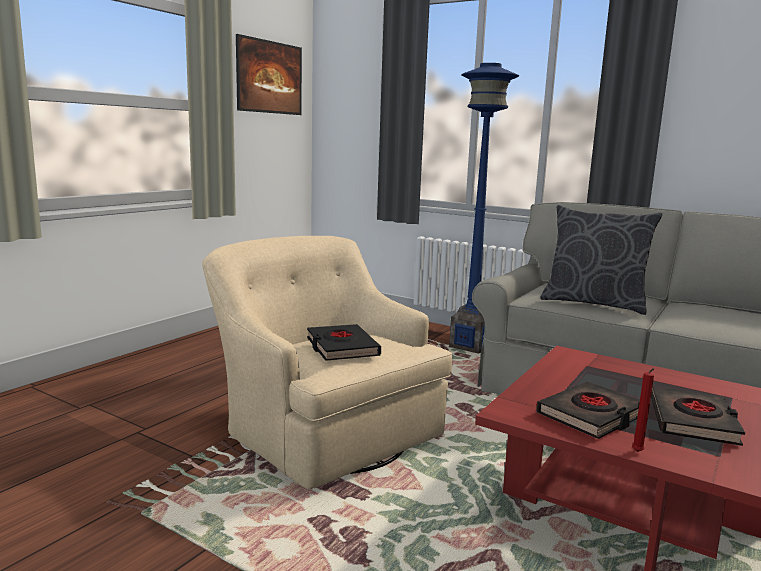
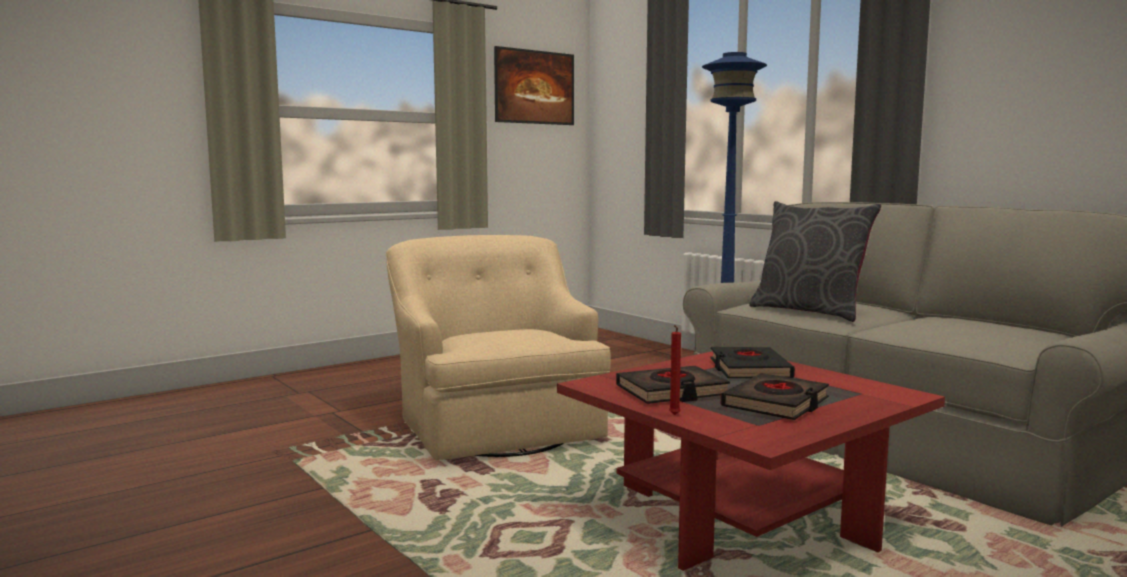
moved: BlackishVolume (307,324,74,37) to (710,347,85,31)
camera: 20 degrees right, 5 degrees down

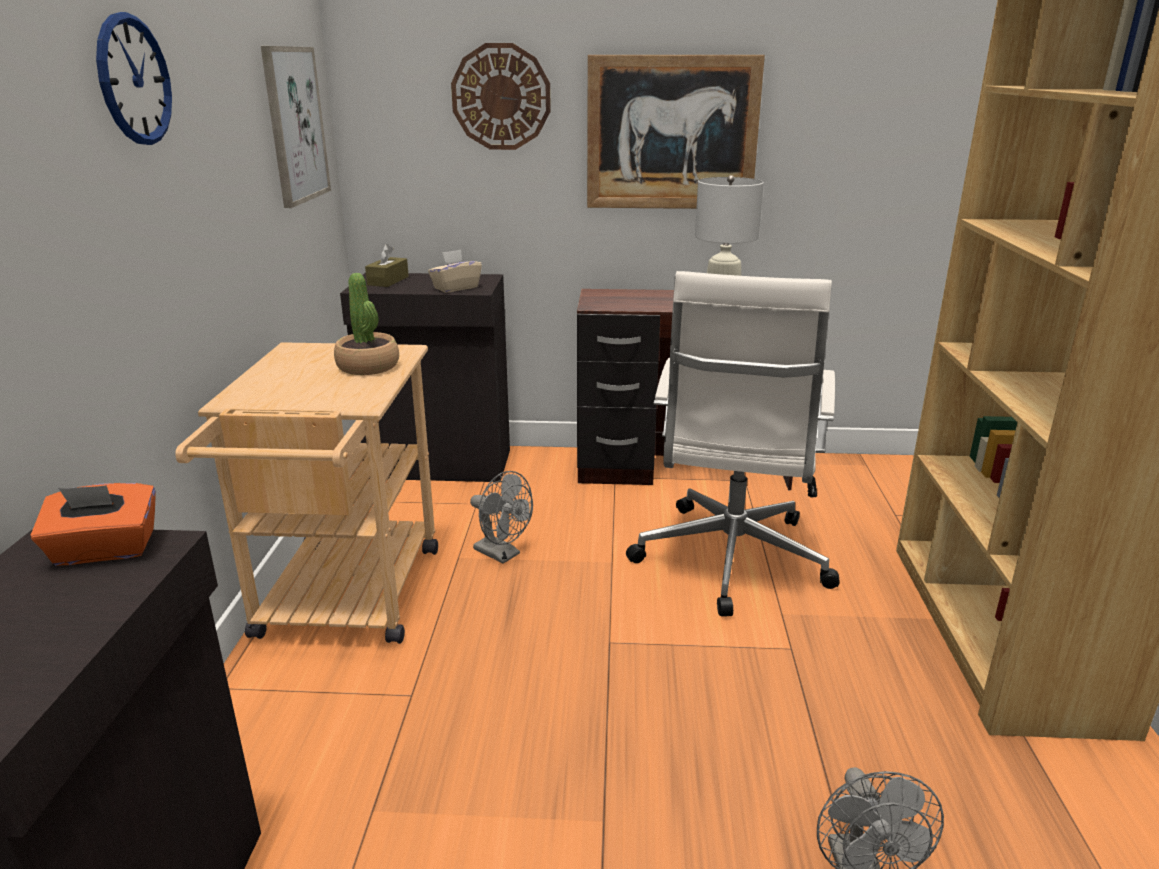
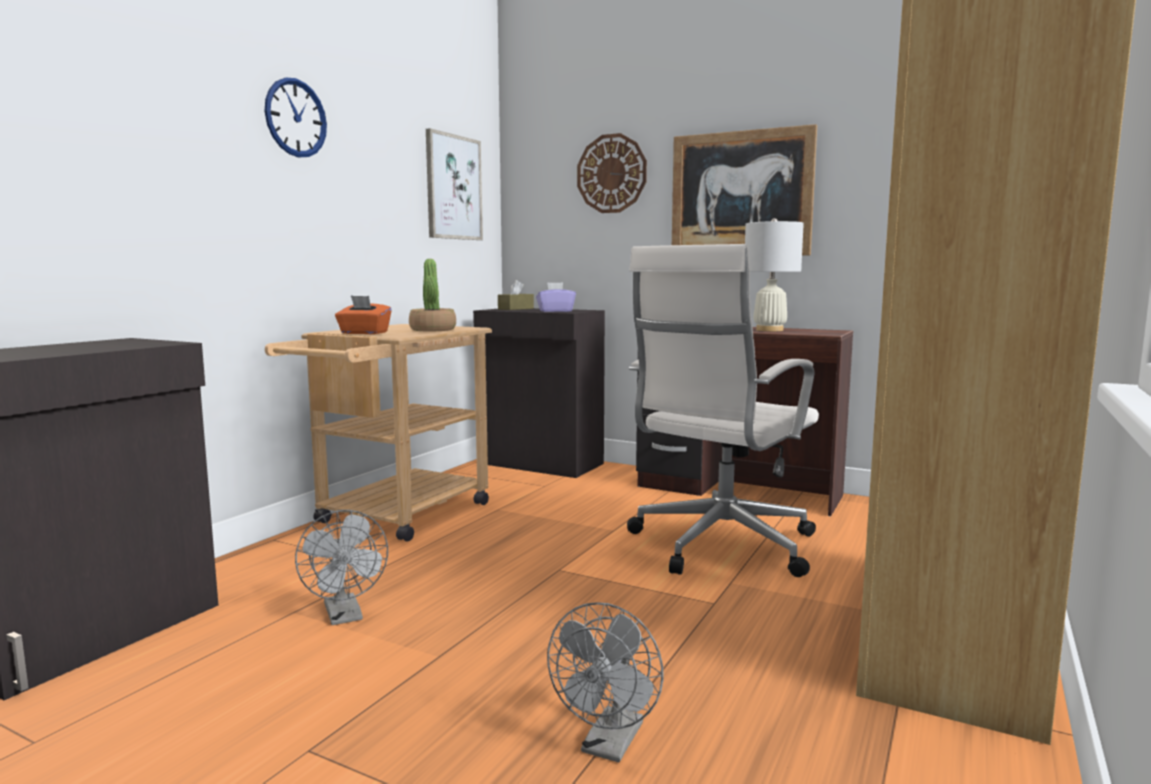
moved: GreyFan (470,471,63,93) to (295,510,93,115); OrangeColouredBoxOfTissues (31,483,125,83) to (335,295,57,39)
recoloured: SandColouredBoxOfTissues (428,249,54,44) to PurpleColouredBoxOfTissues (536,282,40,30)
camera: 25 degrees right, 15 degrees down

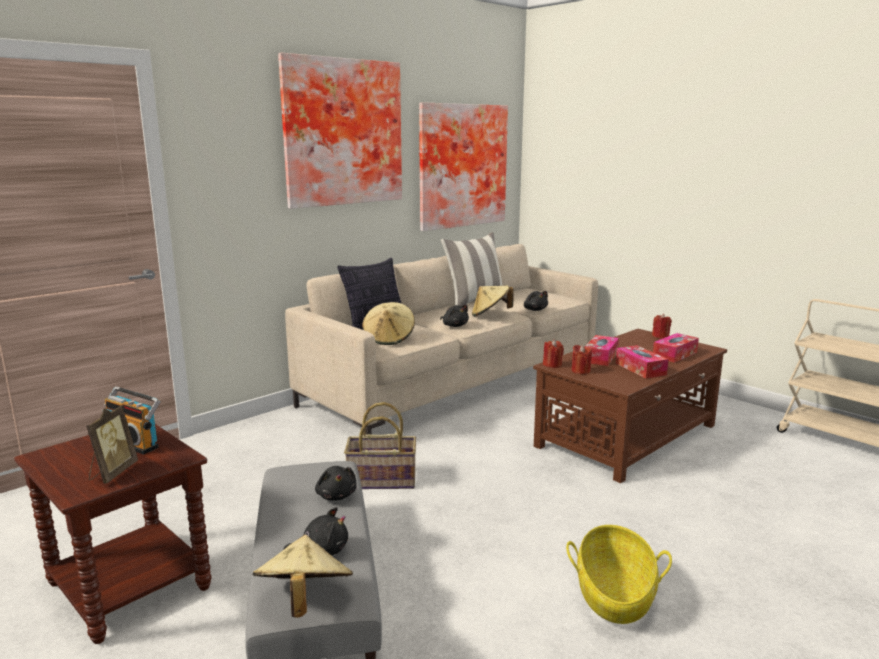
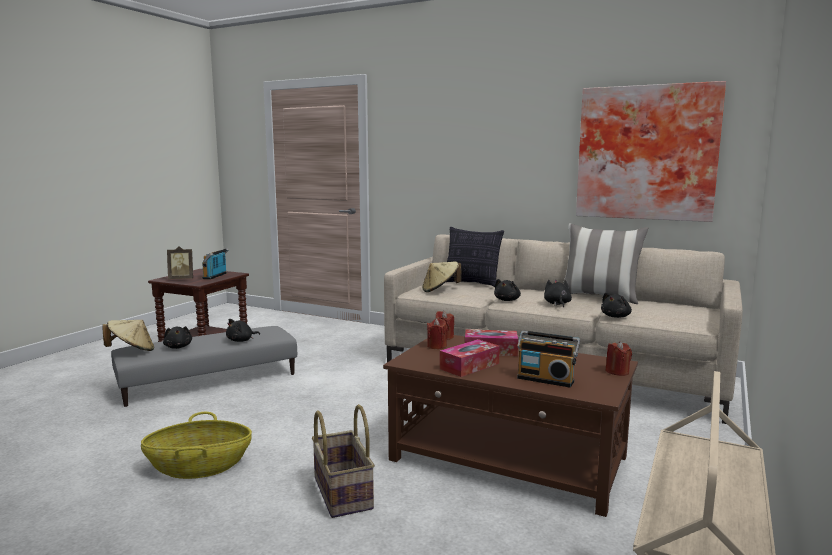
removed: WallArt (278,53,124,156)
moved: StorageBasket (344,402,72,87) to (312,404,63,114)
replaced: SandColouredClothingHat (472,285,41,31) to BlackishCuddlyToy (544,280,28,27); BoxOfTissues (653,333,46,30) to Radio (517,330,63,58)
camera: 70 degrees right, 5 degrees down

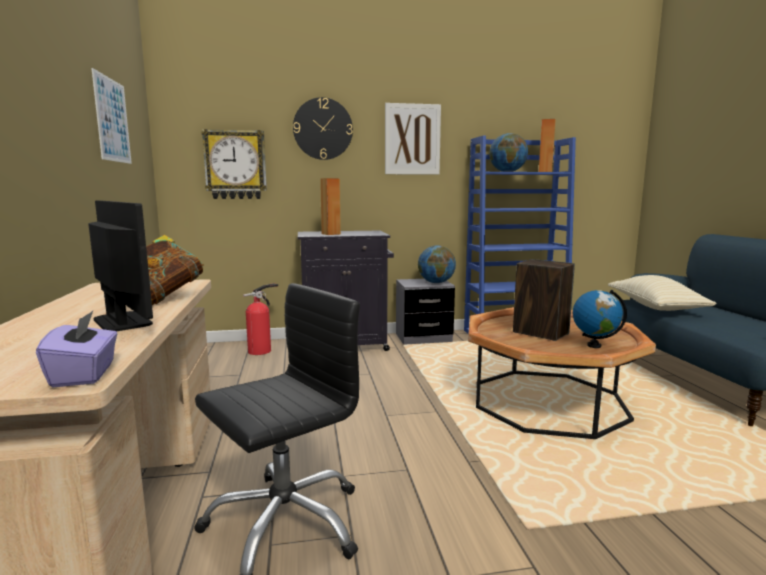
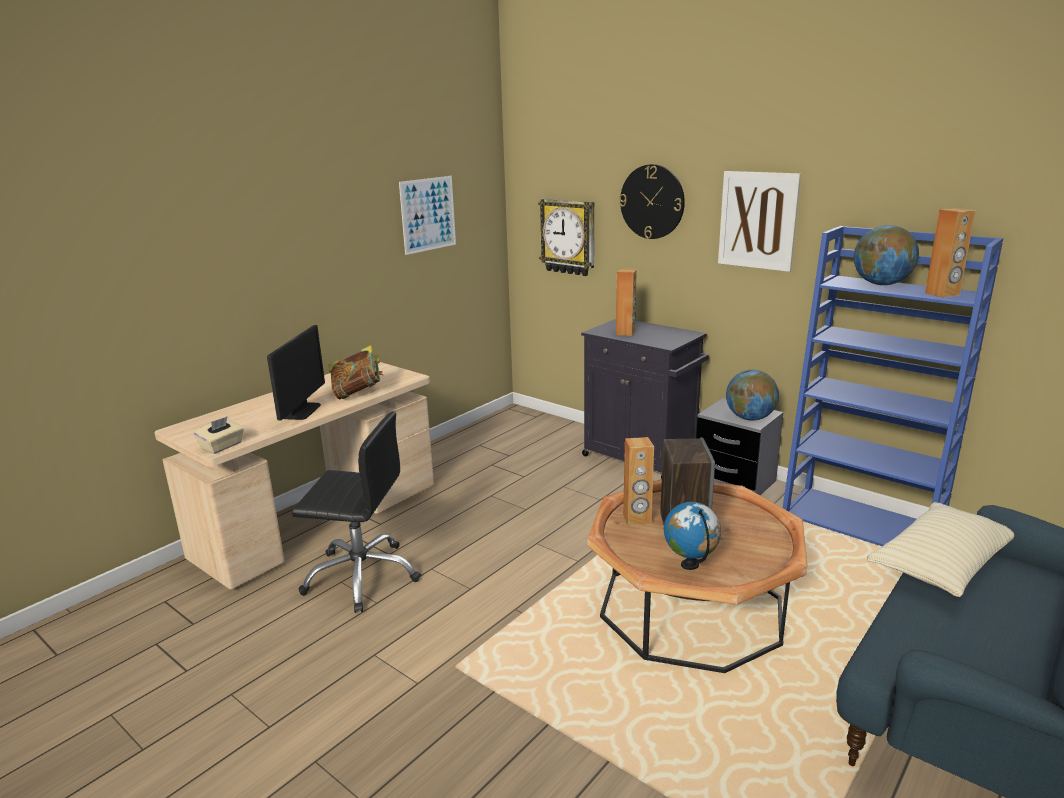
removed: FireExtinguisher (243,283,35,72)
added: BrownLoudspeaker (623,437,31,89)
recoloured: PurpleColouredBoxOfTissues (36,311,81,76) to SandColouredBoxOfTissues (194,416,50,38)
camera: 50 degrees right, 10 degrees up

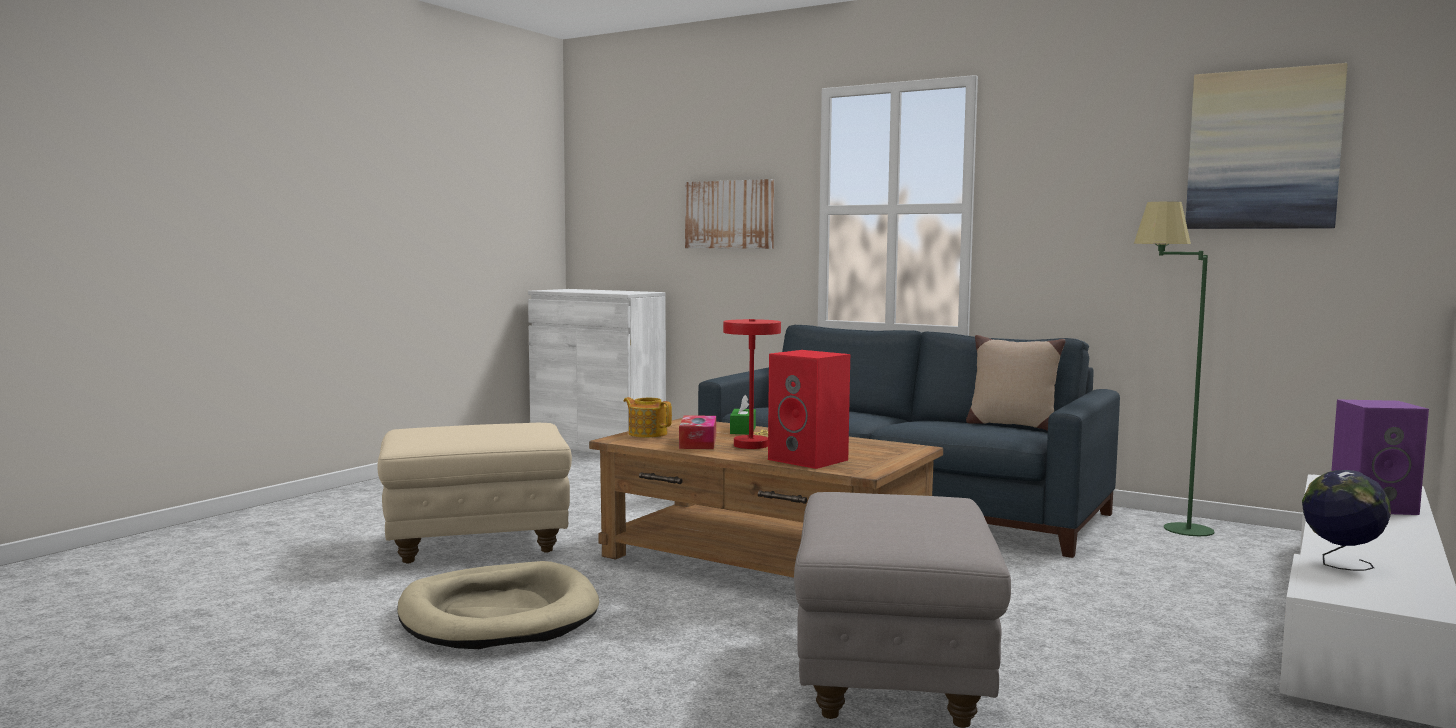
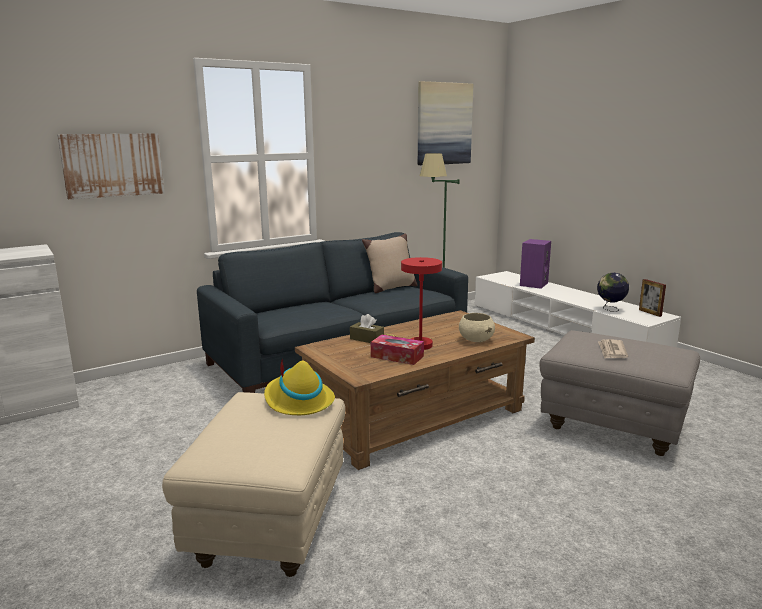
removed: Teapot (624,397,48,41); SandColouredPetBed (397,561,202,88)
added: StandingFrame (639,279,27,38); PrintedPaper (598,339,30,19); YellowColouredClothingHat (264,358,71,57)
replaced: RedLoudspeaker (768,350,82,119) to SandColouredDeepDish (459,313,36,29)
recoloured: GreenColouredBoxOfTissues (730,395,26,39) to BrownBoxOfTissues (350,314,34,29)
camera: 65 degrees left, 10 degrees up

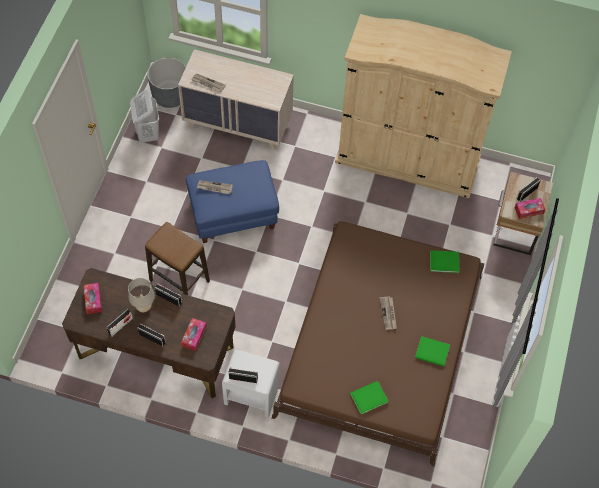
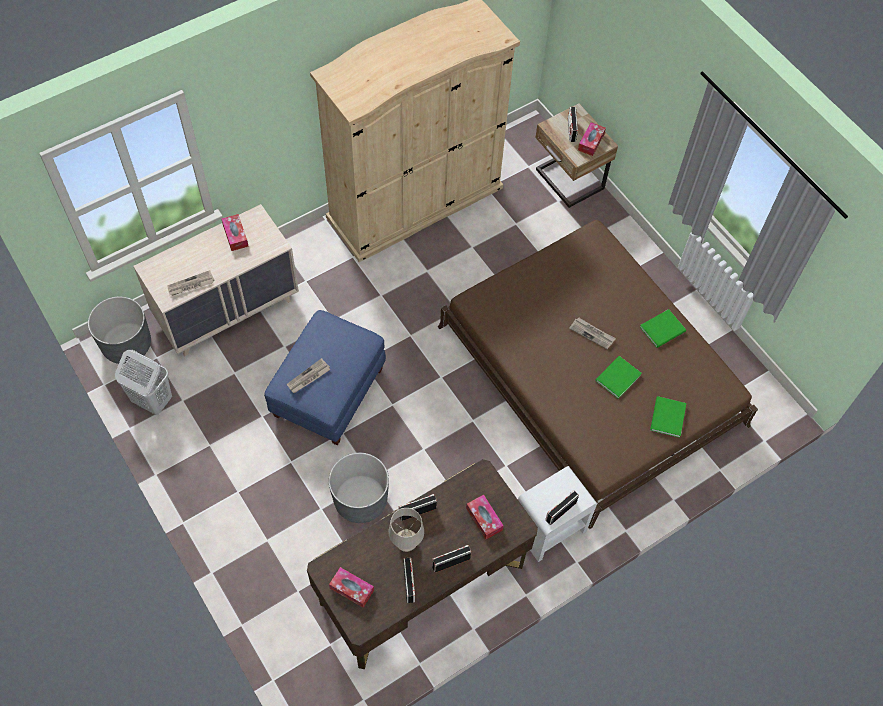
added: BoxOfTissues (222,214,27,37)
moved: GreenColouredVolume (430,250,29,23) to (595,356,47,43)
replaced: SittingStool (145,222,65,73) to GreyPlanter (329,453,60,70)
camera: 50 degrees left, 0 degrees up

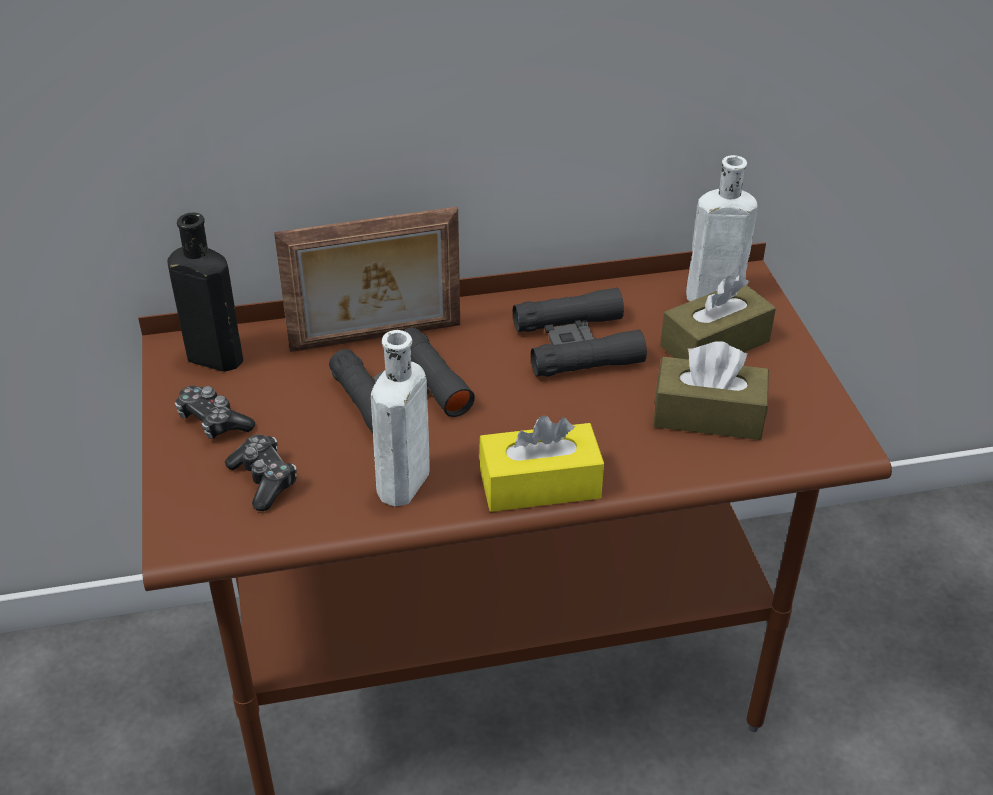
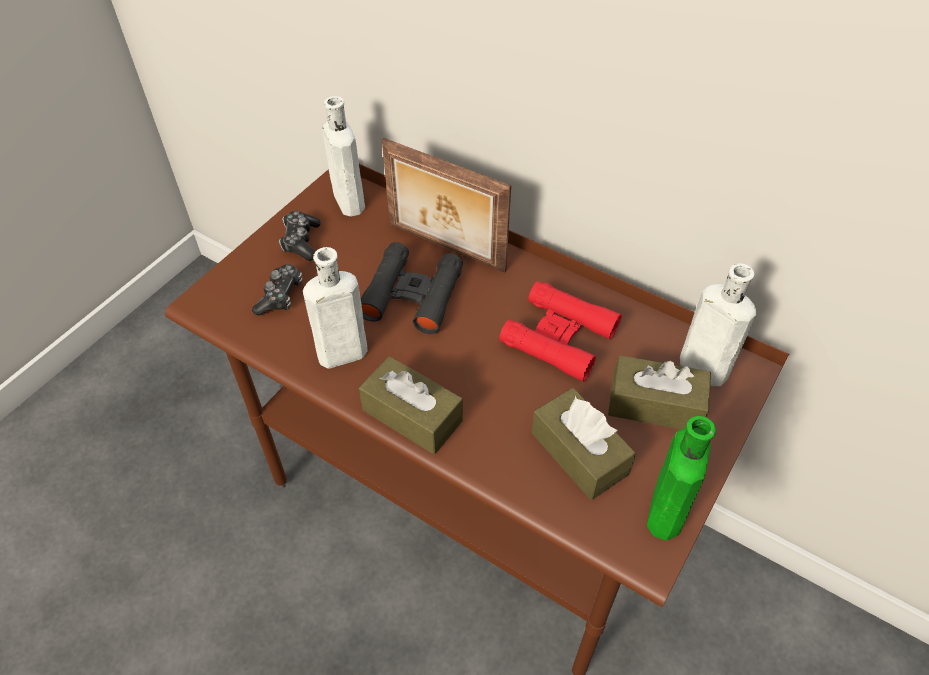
added: GreenColouredBottle (647,416,69,125)
recoloured: BlackishBottle (167,213,76,159) to WhitishBottle (322,96,43,121); BlackishFieldGlasses (513,288,134,88) to RedFieldGlasses (499,281,123,101); YellowColouredBoxOfTissues (479,415,125,97) to BrownBoxOfTissues (359,356,104,98)
camera: 45 degrees right, 10 degrees up

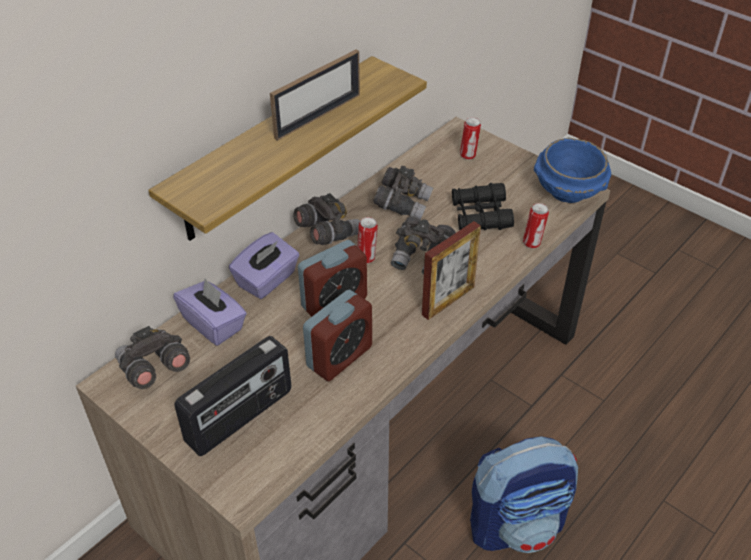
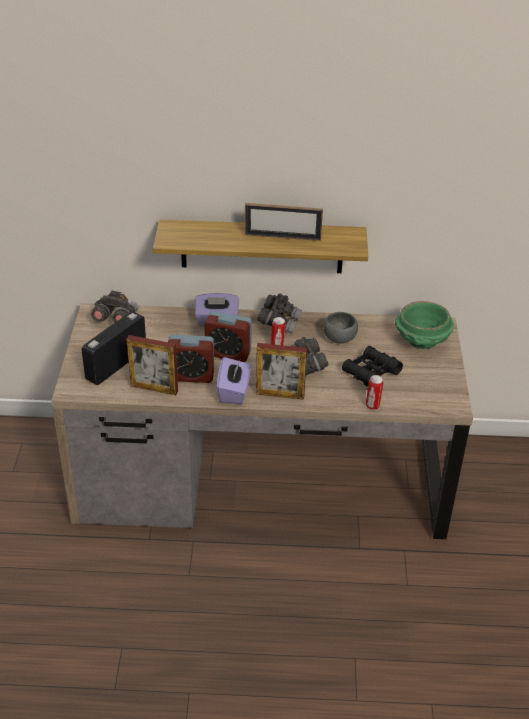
removed: BlueColouredDeepDish (534,138,77,65); Rucksack (470,436,108,117)
added: StandingFrame (127,335,51,60)
moved: PurpleColouredBoxOfTissues (173,278,74,68) to (217,357,34,47)
replaced: Can (460,117,21,43) to GreenColouredDeepDish (395,301,59,48); GreyFieldGlasses (373,166,60,54) to GreyDeepDish (324,312,34,31)
turned: Radio (174,336,117,120) = (82,311,64,74) 120 degrees clockwise
camera: 50 degrees right, 5 degrees down

